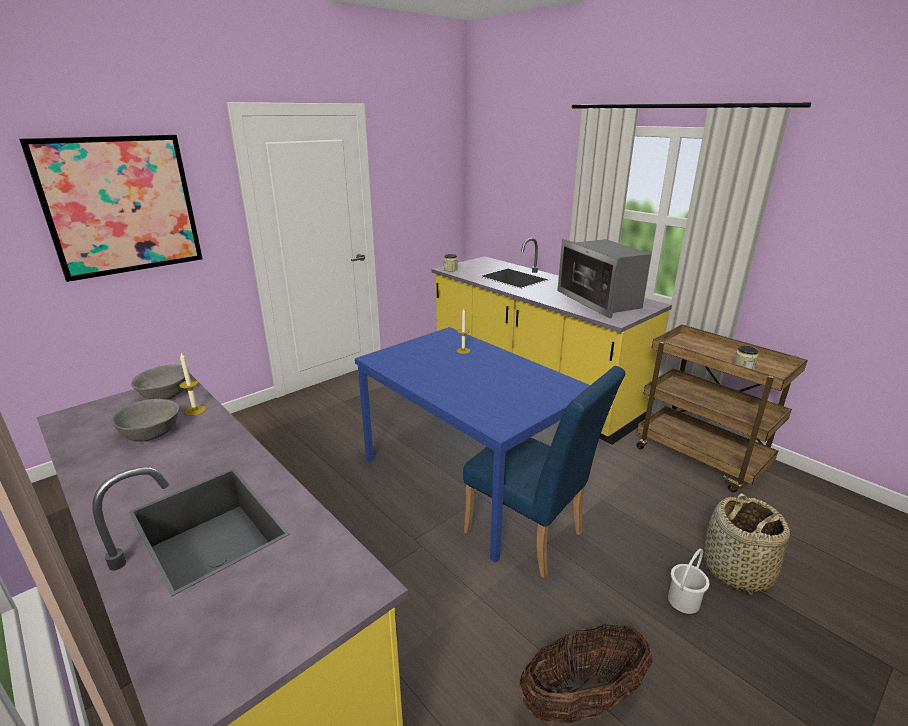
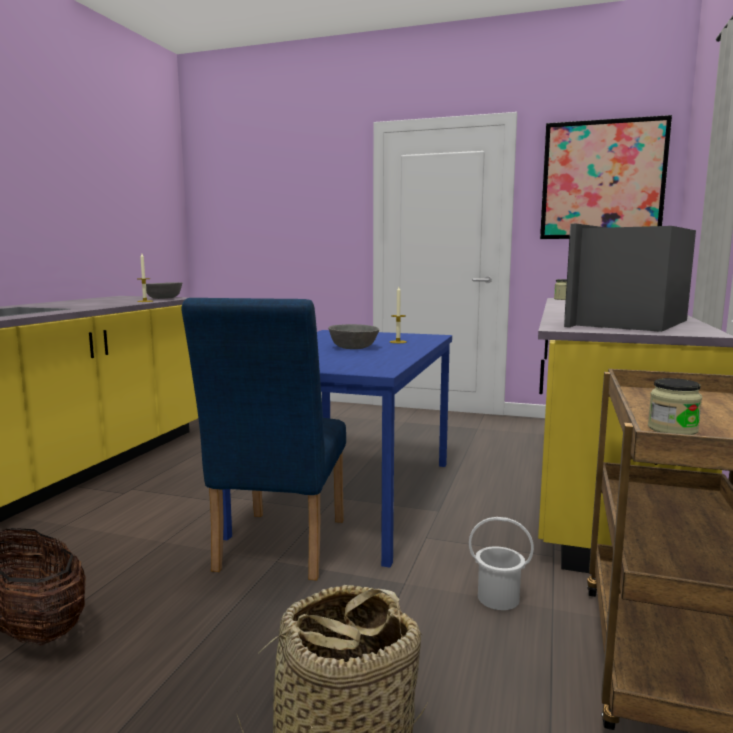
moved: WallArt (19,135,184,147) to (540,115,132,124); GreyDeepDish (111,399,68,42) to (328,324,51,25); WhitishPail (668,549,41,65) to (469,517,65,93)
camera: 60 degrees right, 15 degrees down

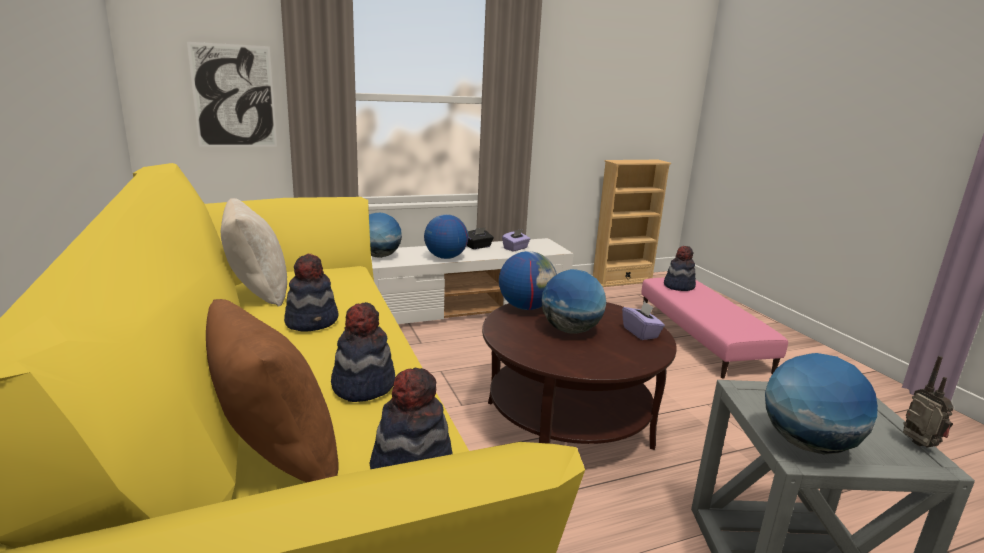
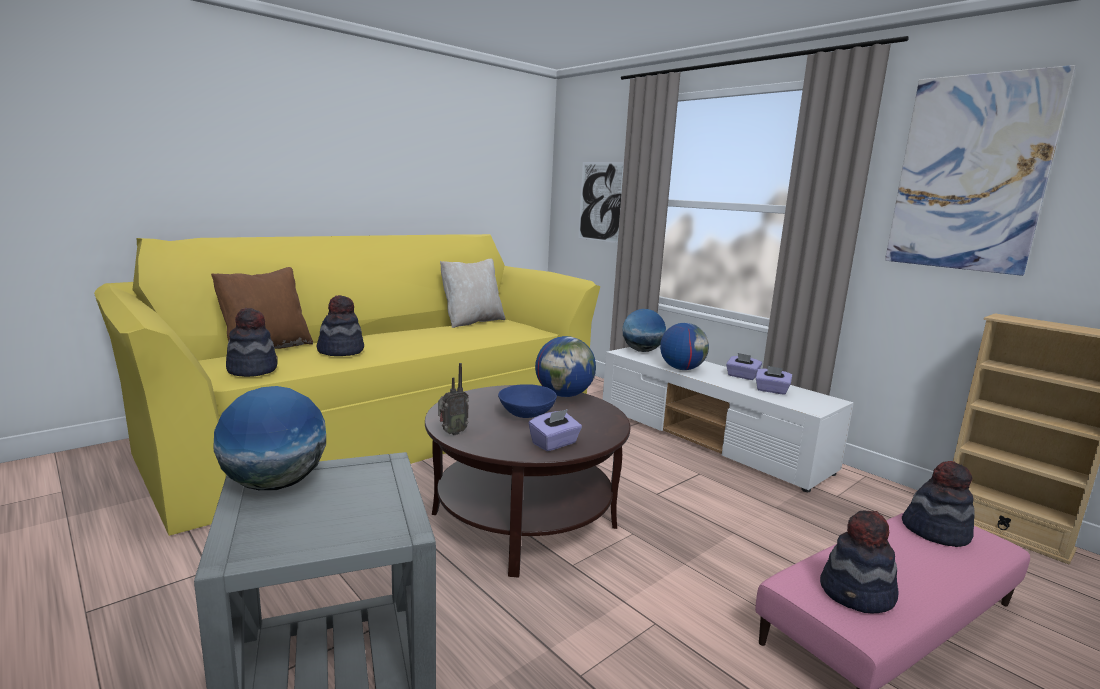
added: WallArt (885,65,191,211)
moved: ClothingHat (284,254,55,78) to (820,510,79,103); Radio (903,356,51,91) to (438,363,31,72)
replaced: WorldGlobe (542,269,64,65) to BlueColouredDeepDish (498,384,59,34)
recoloured: BlackishBoxOfTissues (467,227,27,22) to PurpleColouredBoxOfTissues (726,353,36,27)
camera: 70 degrees right, 5 degrees down

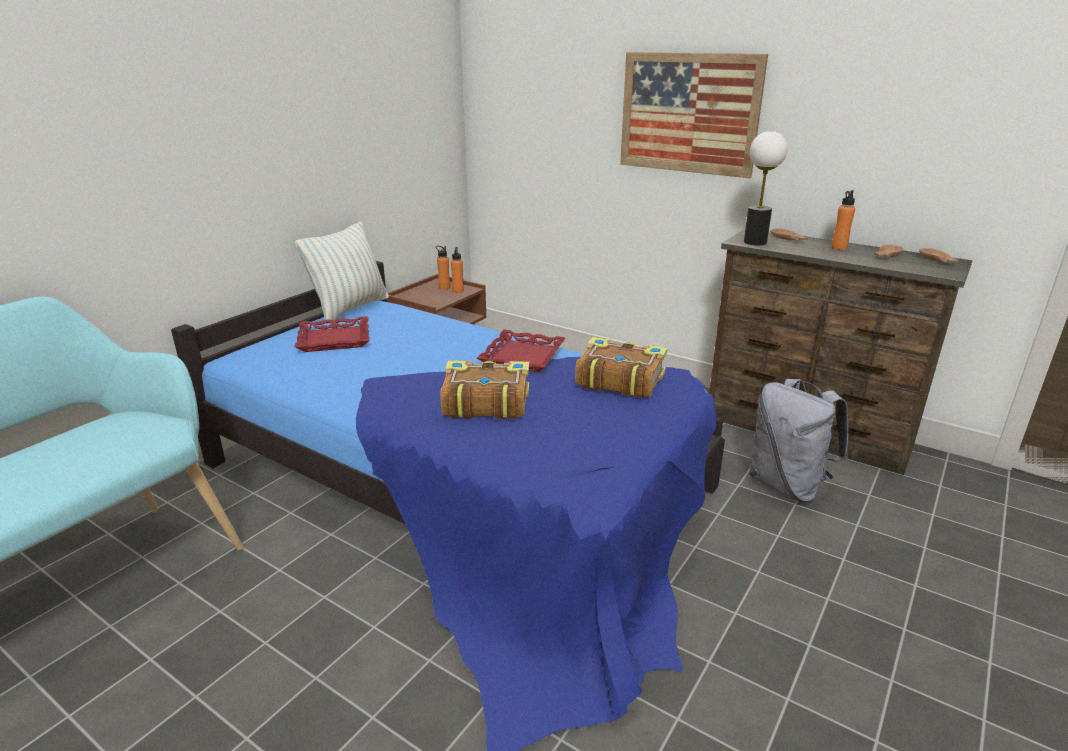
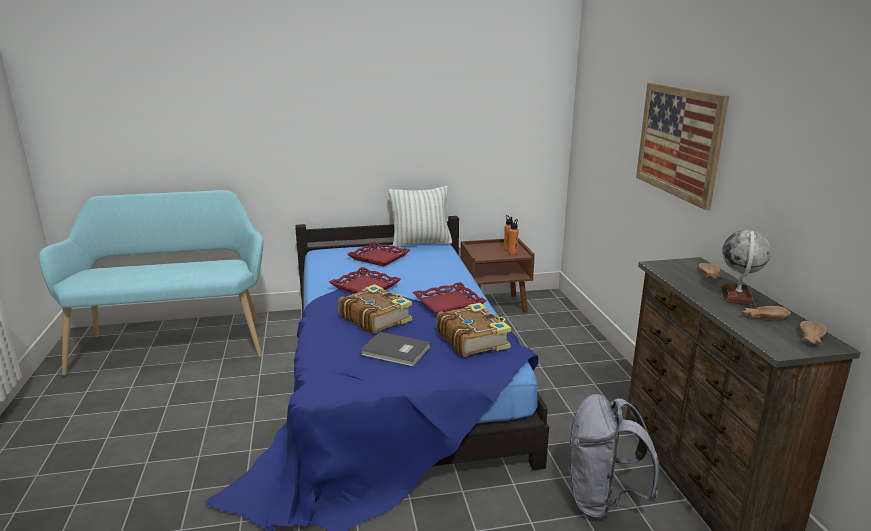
removed: TabletopLamp (744,131,44,115)
added: RedCarryingTray (329,267,72,27); GreyVolume (361,332,70,35)
replaced: OrangeColouredBottle (831,190,24,60) to WorldGlobe (721,230,50,76)
camera: 45 degrees right, 5 degrees down

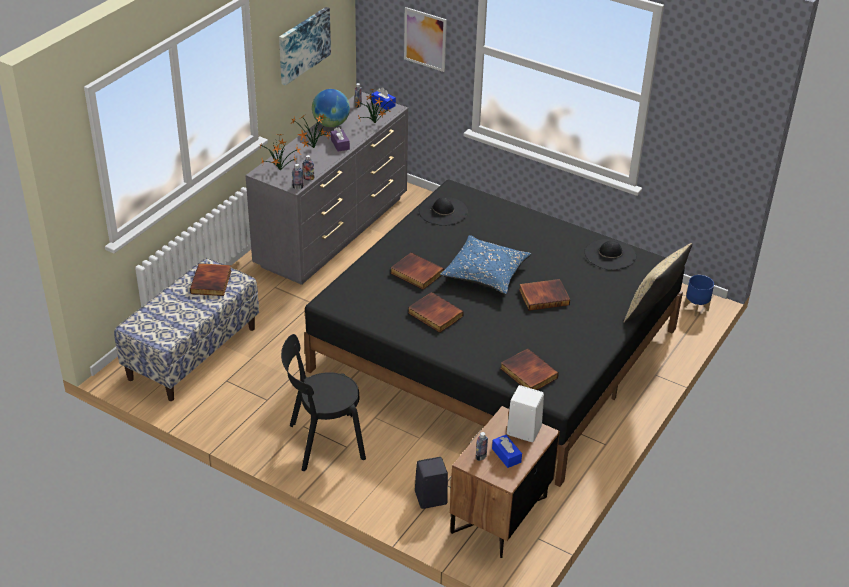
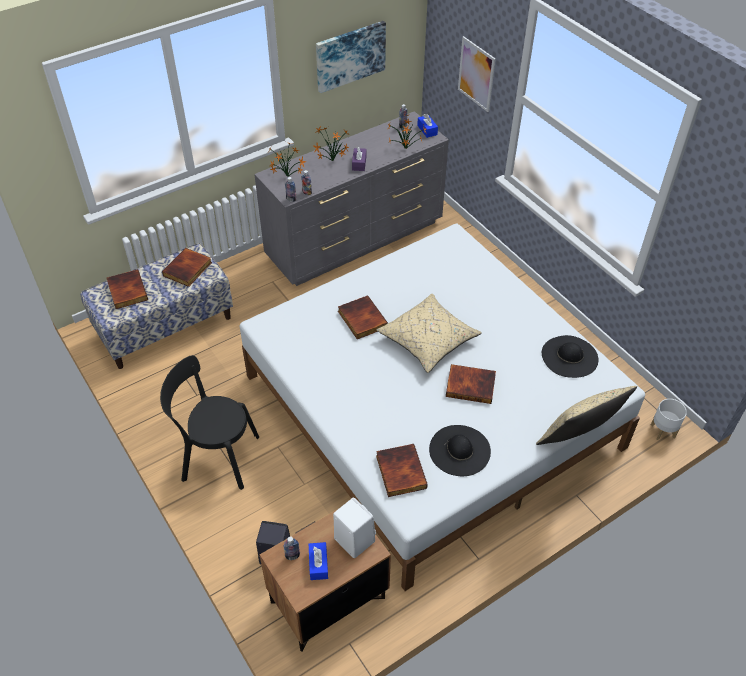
removed: WorldGlobe (312,89,38,38)
moved: BlackishClothingHat (419,197,49,29) to (429,425,62,51); Volume (408,292,56,41) to (107,269,41,40)
recoloured: BlackishBedroomBed (304,180,381,307) to WhitishBedroomBed (239,224,406,367); BlueColouredCushion (440,235,91,59) to SandColouredCushion (376,294,105,79); BlueColouredPlanter (684,275,30,41) to WhitishPlanter (651,399,36,41)
camera: 25 degrees right, 10 degrees up

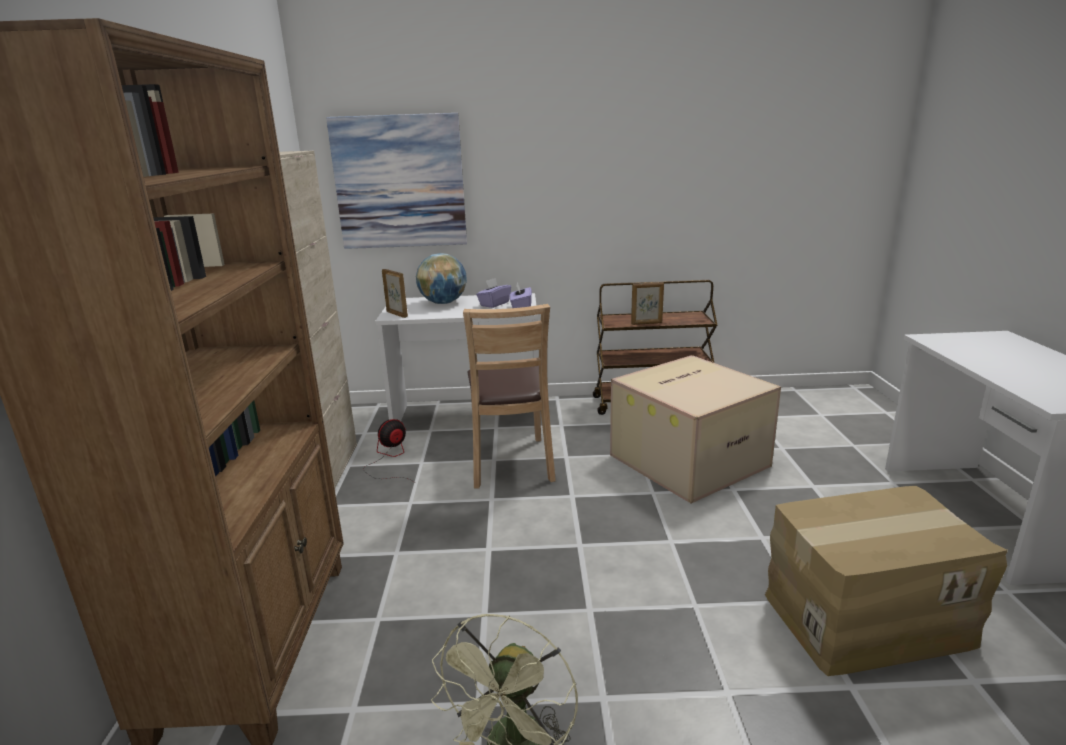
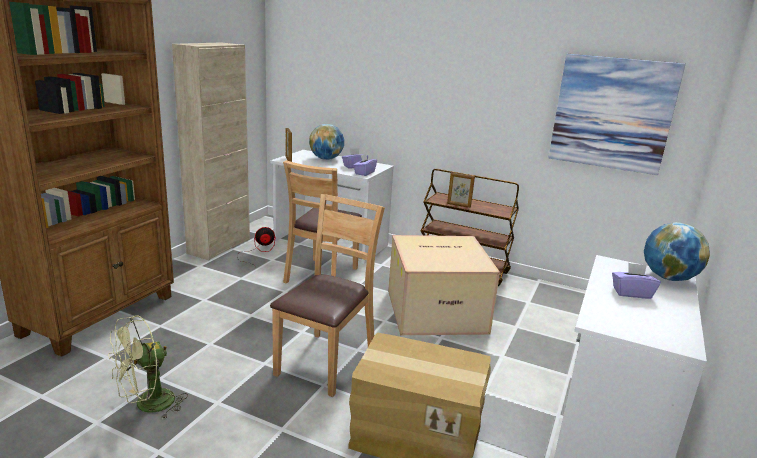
added: BrownChair (270,194,115,203); WorldGlobe (644,222,66,59); PurpleColouredBoxOfTissues (612,263,49,36)
moved: WallArt (326,113,141,136) to (548,54,137,121)
camera: 25 degrees right, 0 degrees up

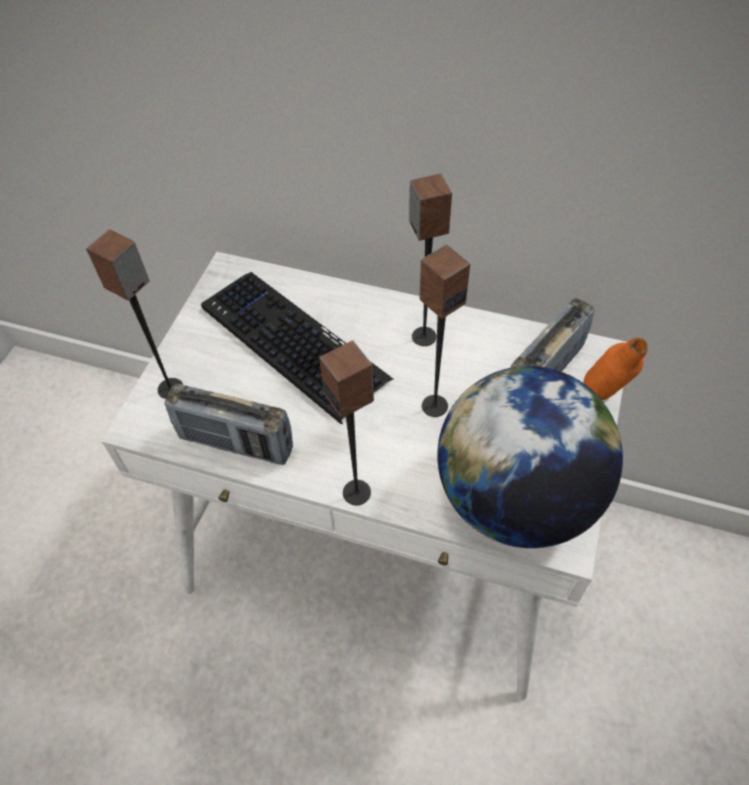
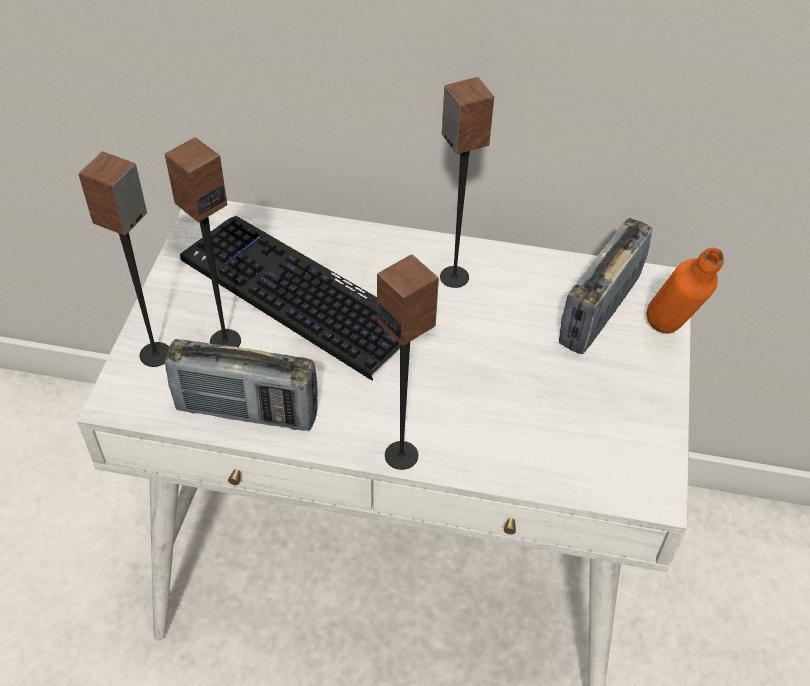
removed: WorldGlobe (437,366,186,182)
moved: Loudspeaker (419,245,51,172) to (165,137,76,210)
camera: 10 degrees left, 5 degrees down

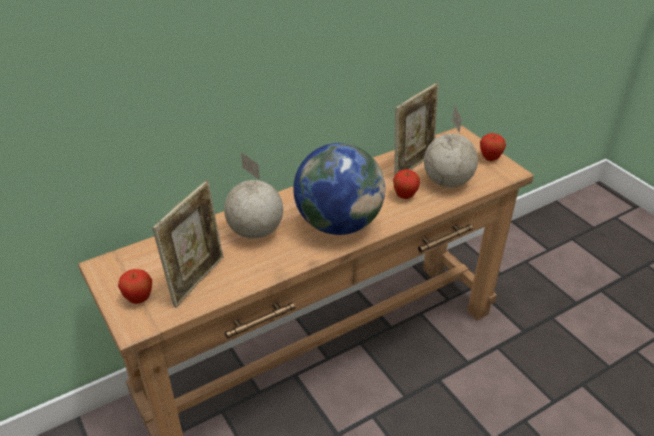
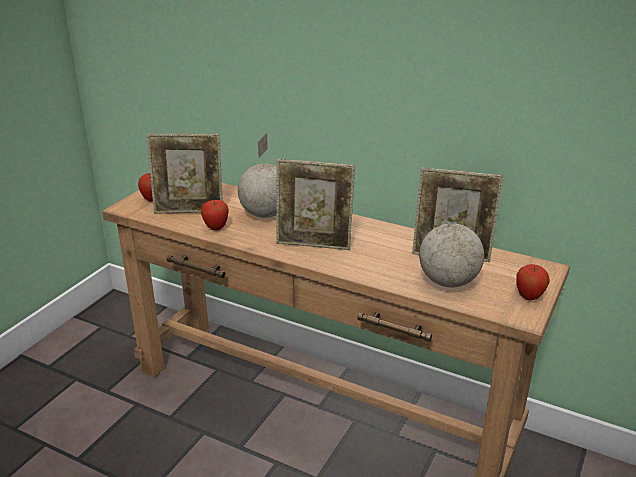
moved: WholeApple (393,169,27,30) to (201,200,28,30)
replaced: WorldGlobe (293,143,92,92) to StandingFrame (276,159,79,91)
camera: 60 degrees right, 10 degrees down

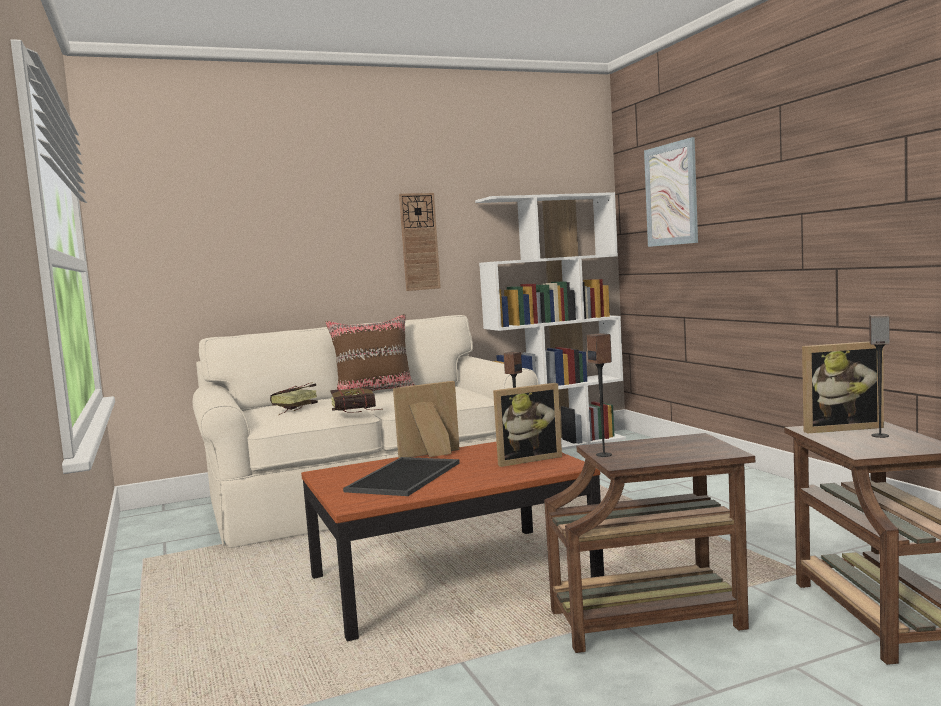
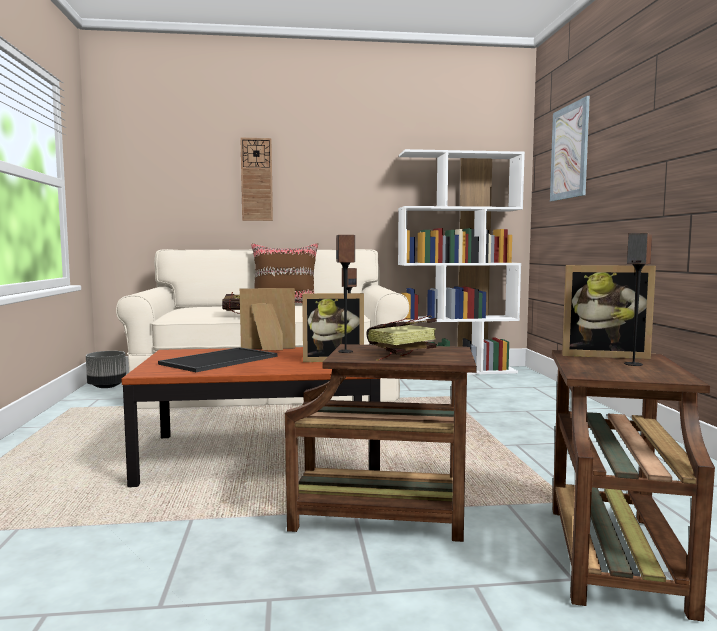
added: GreyPlanter (86,351,40,37)
moved: WallClock (399,193,42,98) to (240,138,33,83); Volume (270,383,48,32) to (367,316,70,45)
camera: 15 degrees right, 0 degrees up

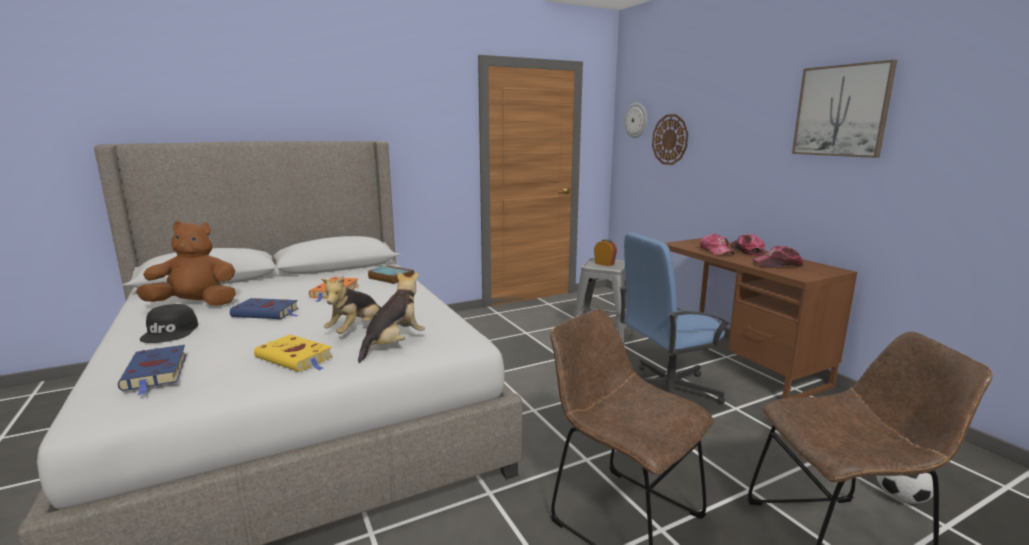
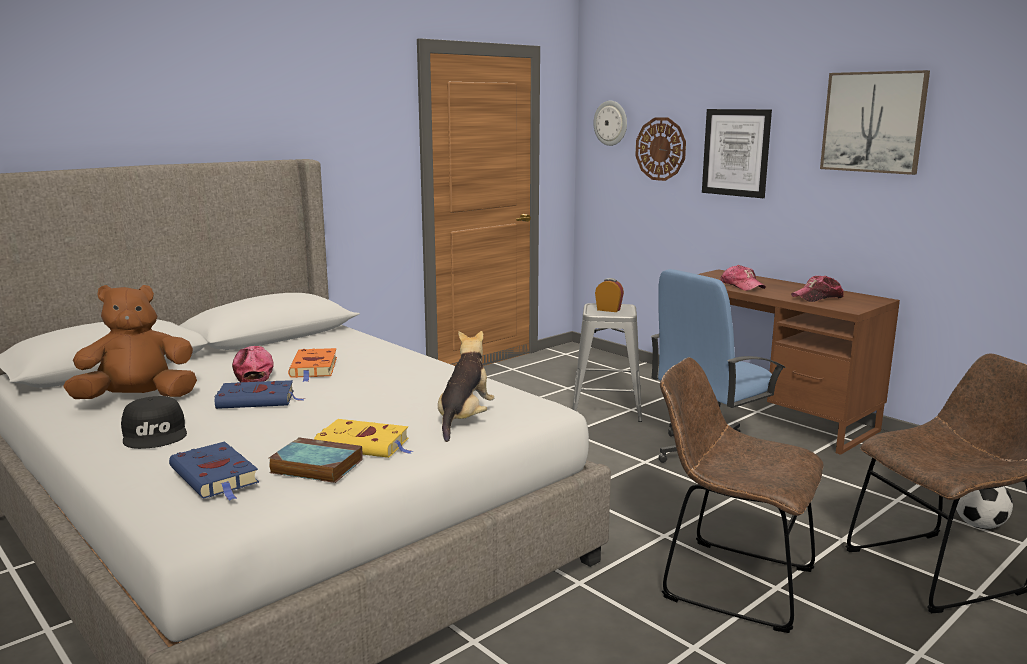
removed: CuddlyToy (321,276,60,58)
added: WallArt (702,109,70,89)
moved: PeakedCap (730,234,35,22) to (232,346,42,36); Volume (368,265,46,19) to (269,437,94,46)
camera: 15 degrees left, 0 degrees up

